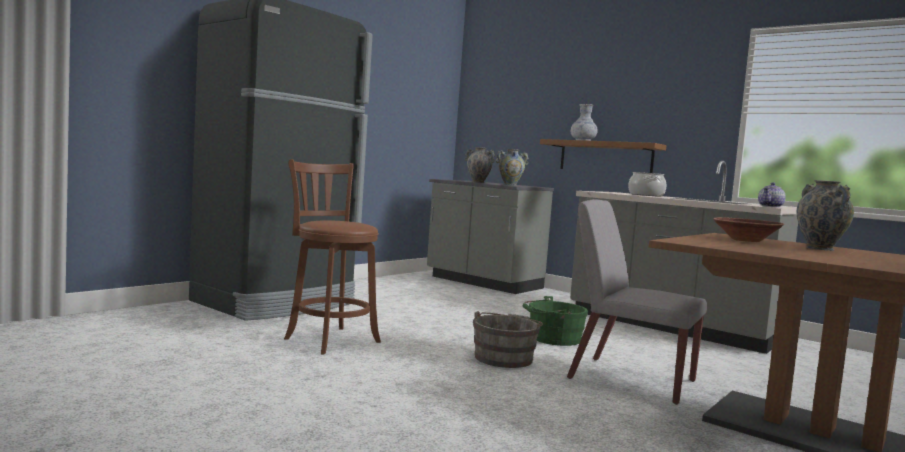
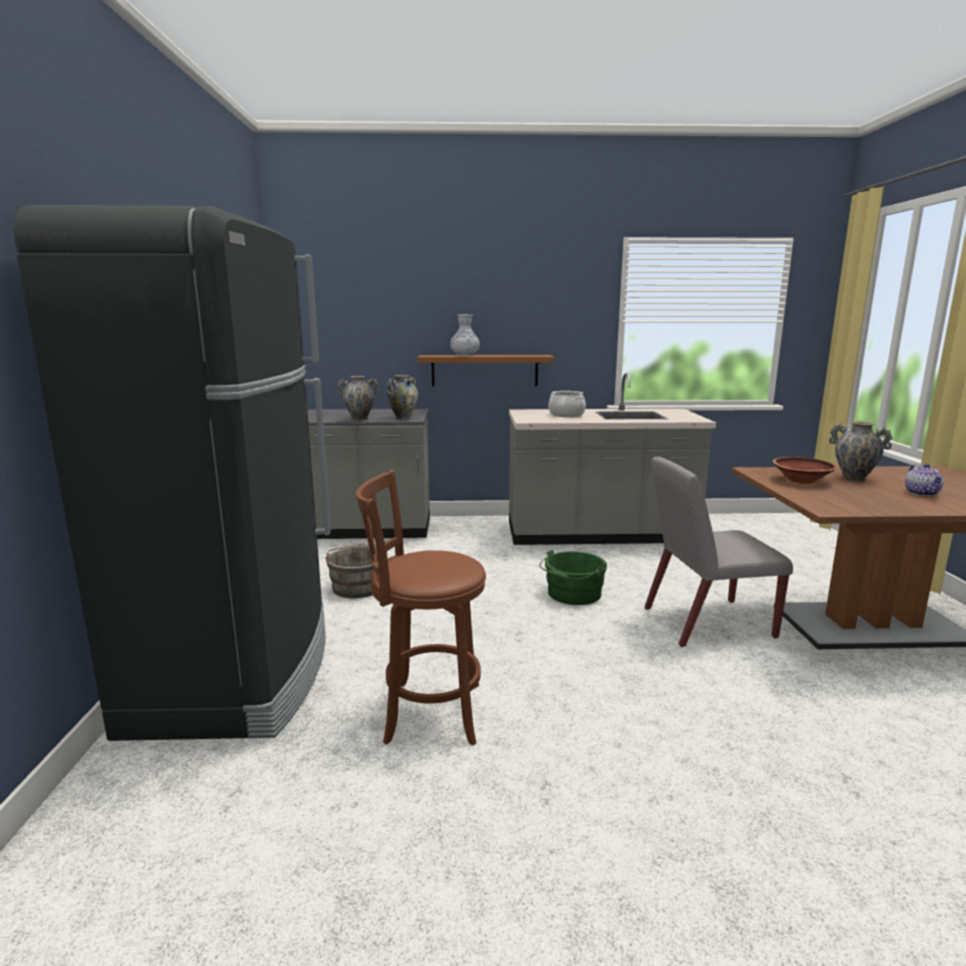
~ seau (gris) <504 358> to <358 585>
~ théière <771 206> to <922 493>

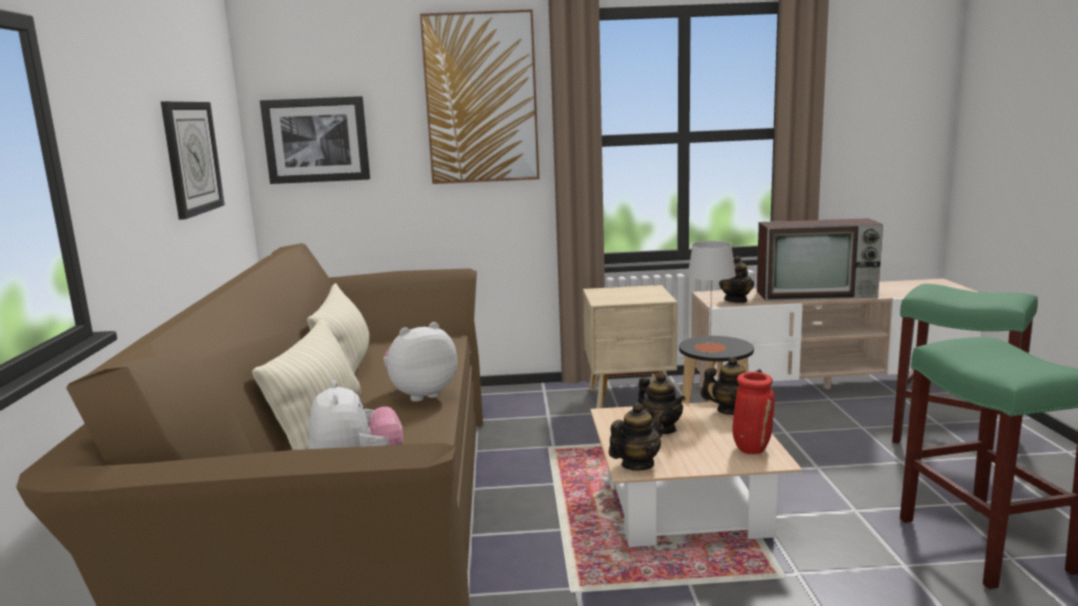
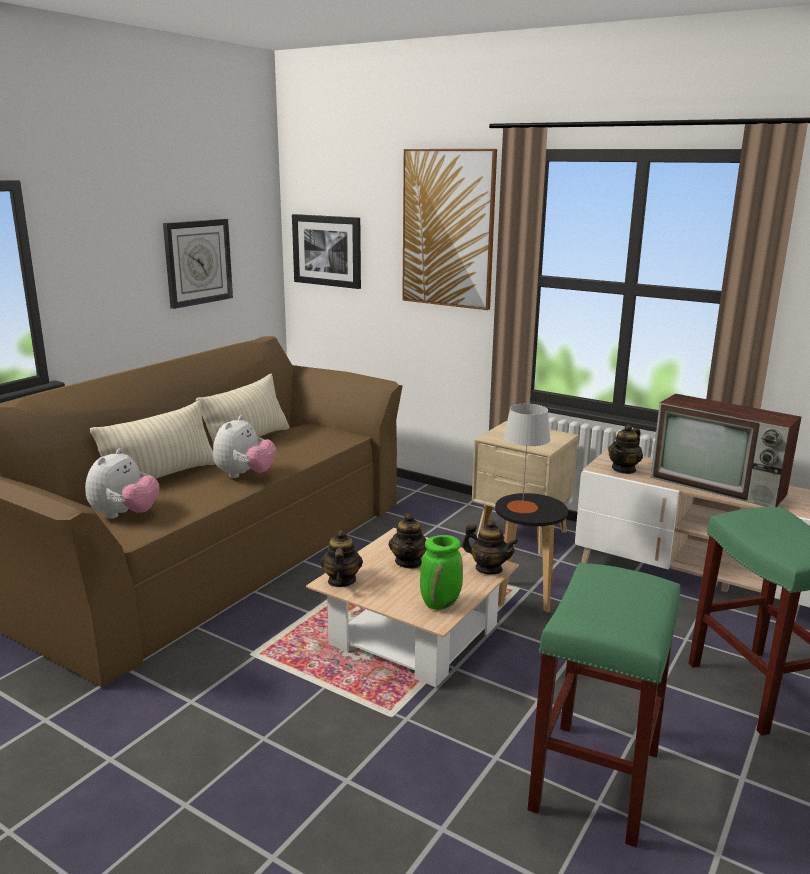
~ peluche <421 394> = <245 475> 105 degrees clockwise
~ théière <637 464> = <341 581> 90 degrees counterclockwise
~ vase (rouge) <751 448> to vase (vert) <440 603>

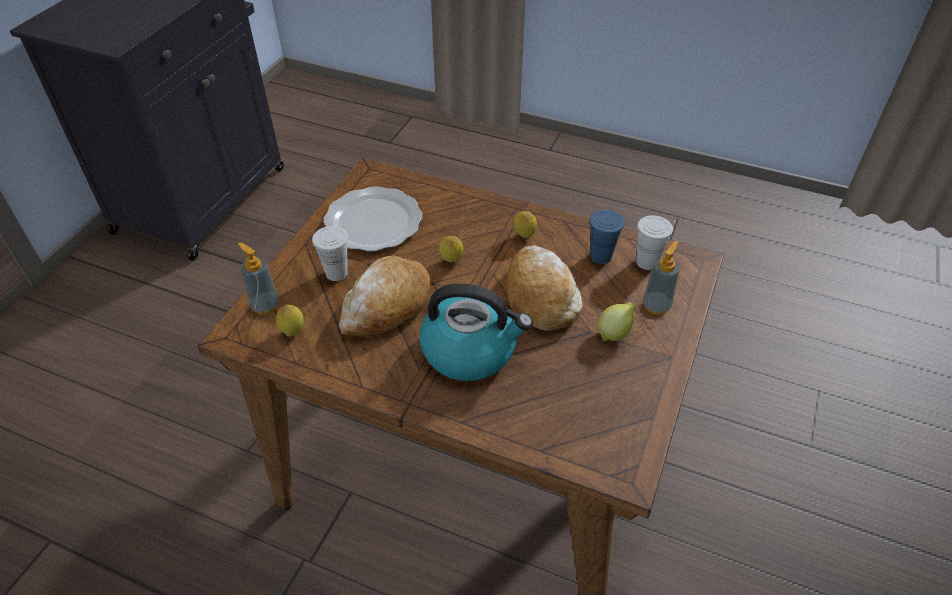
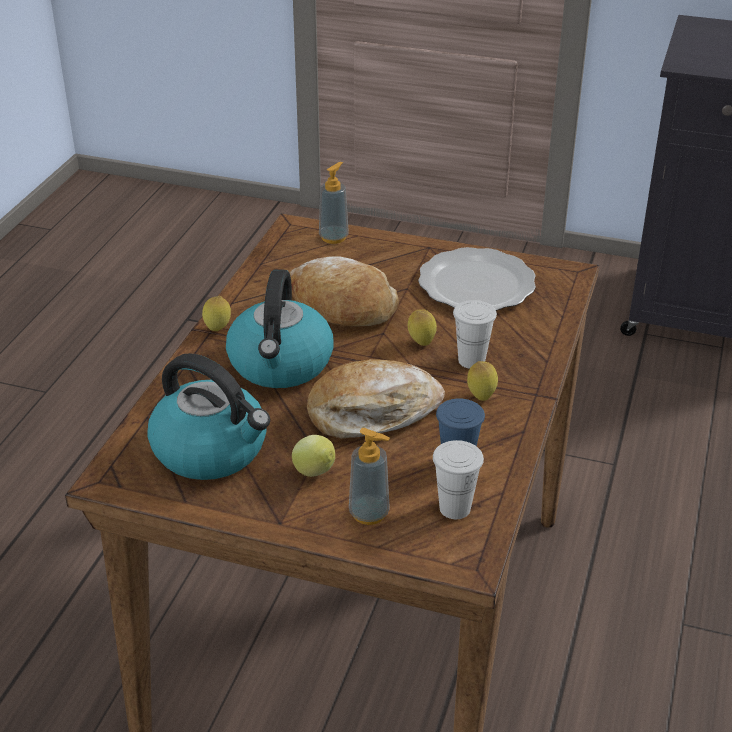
~ citron <293 332> to <218 330>
~ tasse (blanc) <336 273> to <471 360>
+ bouilloire <212 450>

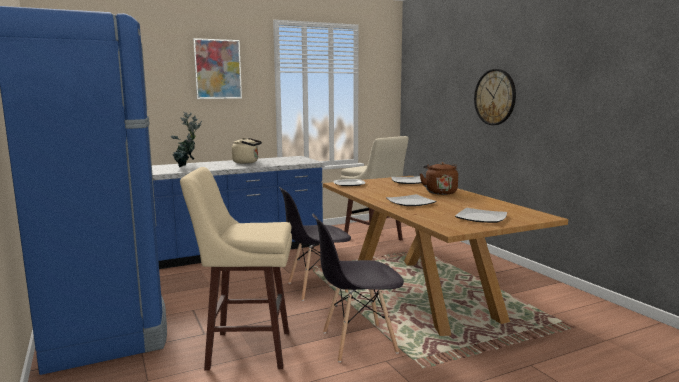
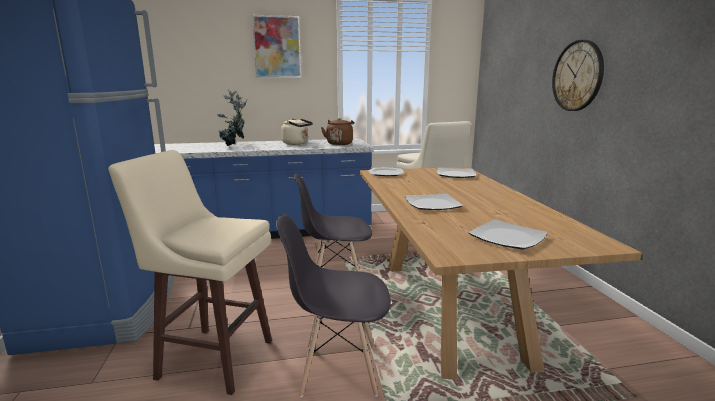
~ bouilloire (marron) <440 192> to <339 143>

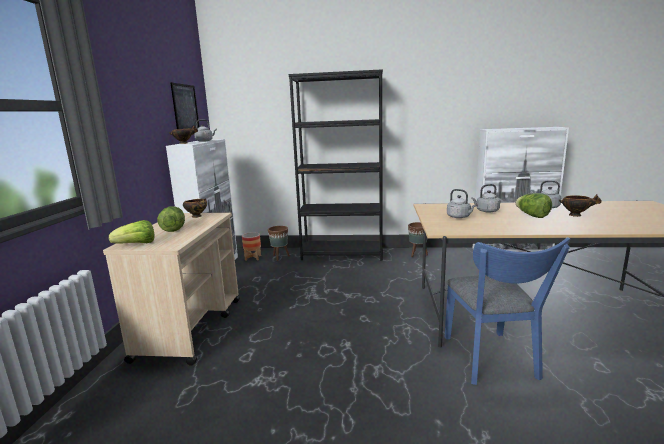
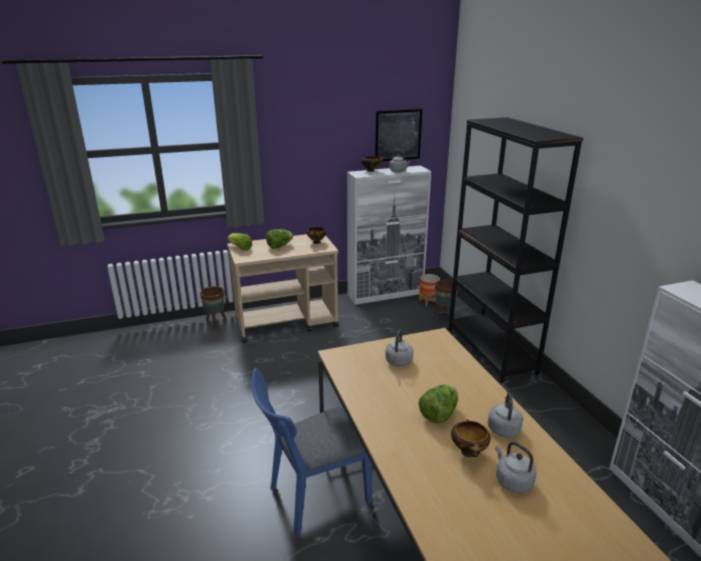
~ cache-pot (marron) <417 254> to <215 323>
~ bouilloire (gris) <486 211> to <512 481>

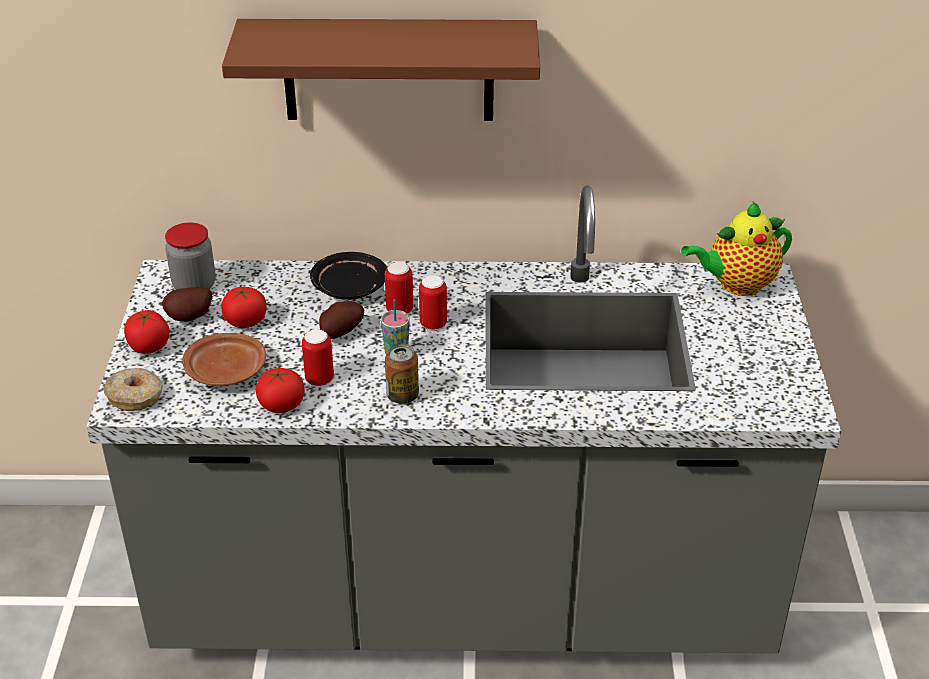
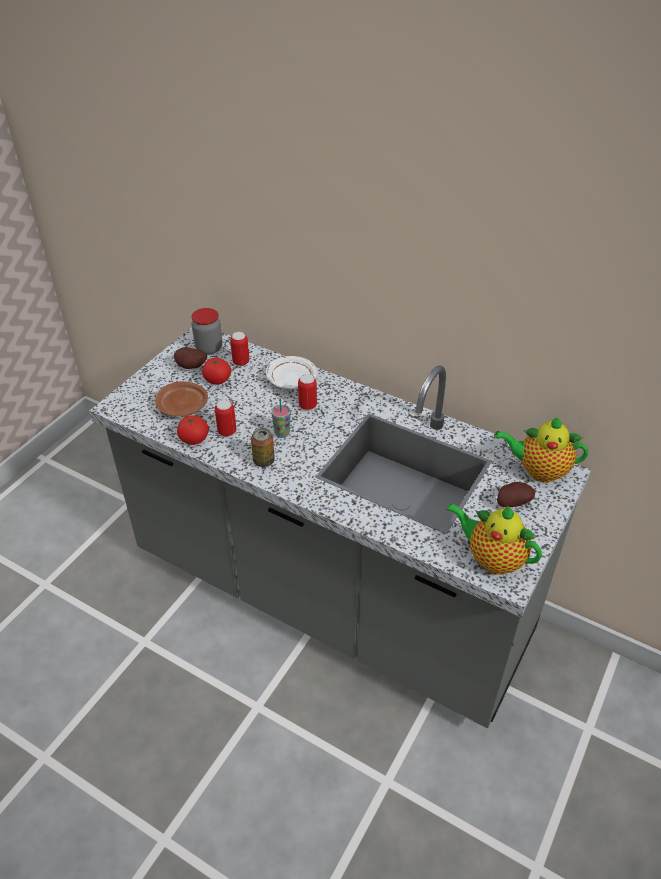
- beignet <135 396>
- tomate <149 346>
- étagère (marron) <388 70>
~ assiette (noir) <348 287> to assiette (blanc) <291 380>
~ pomme de terre <340 332> to <512 502>
~ boîte métallique <433 324> to <241 362>
+ théière <491 558>

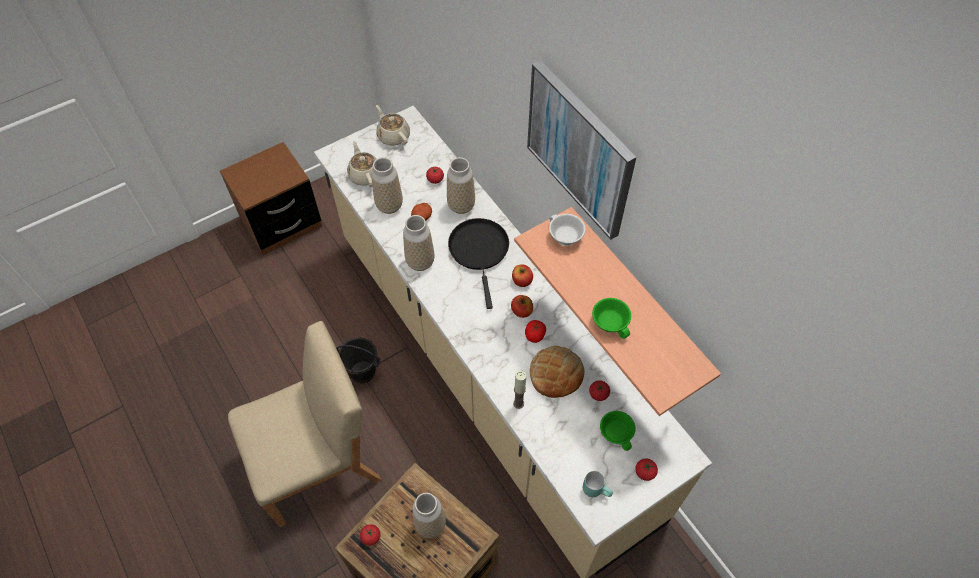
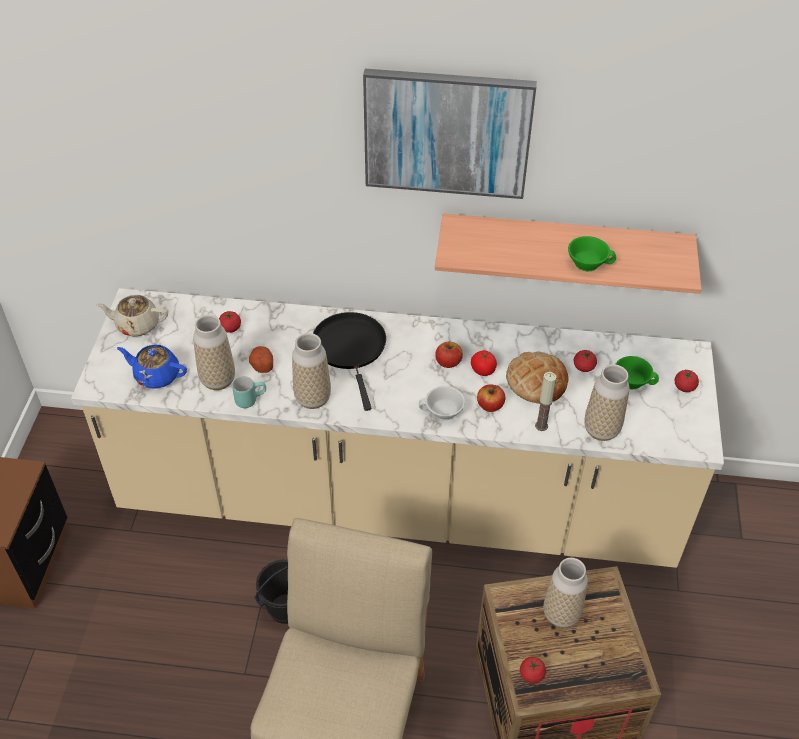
~ théière (beige) <365 175> to théière (bleu) <156 375>
~ vase <461 205> to <601 430>
~ poêle (noir) <479 251> = <351 349> 45 degrees clockwise
~ pomme <522 281> to <490 406>
~ tasse (blanc) <564 237> to <443 412>
~ mug (turquoise) <597 489> to <250 399>

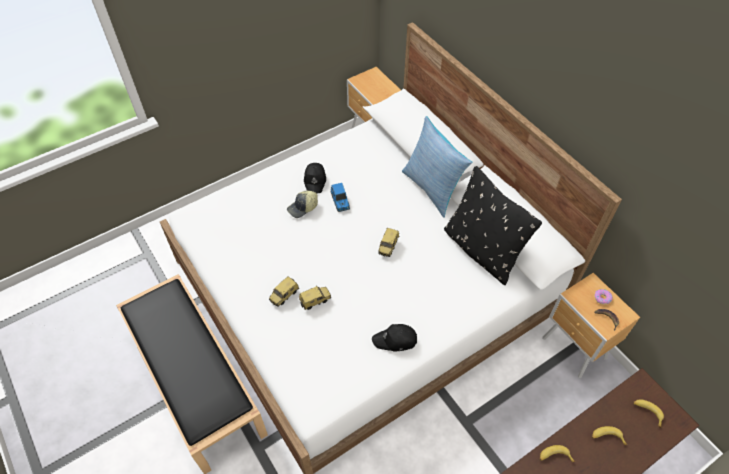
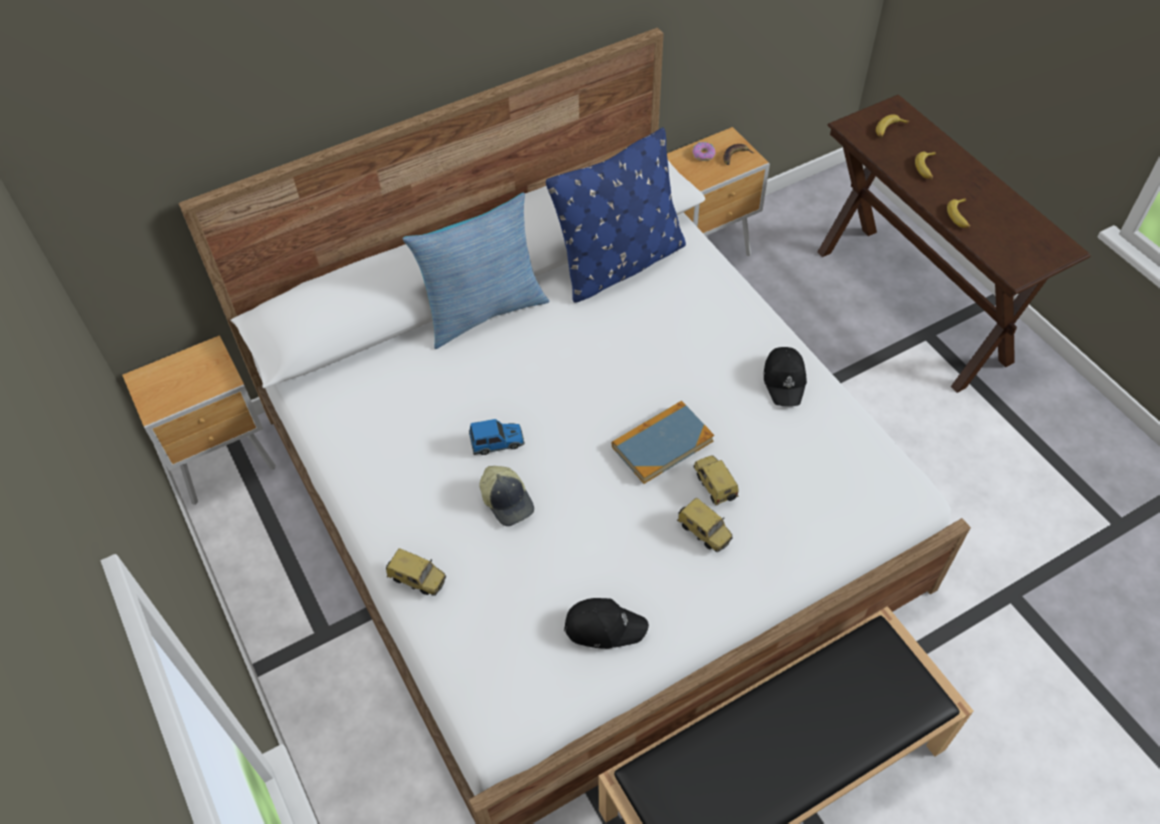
~ casquette (noir) <315 180> to <604 626>
~ petite voiture <388 247> to <418 579>
~ coussin (noir) <481 251> to coussin (bleu) <620 264>
+ livre <662 444>

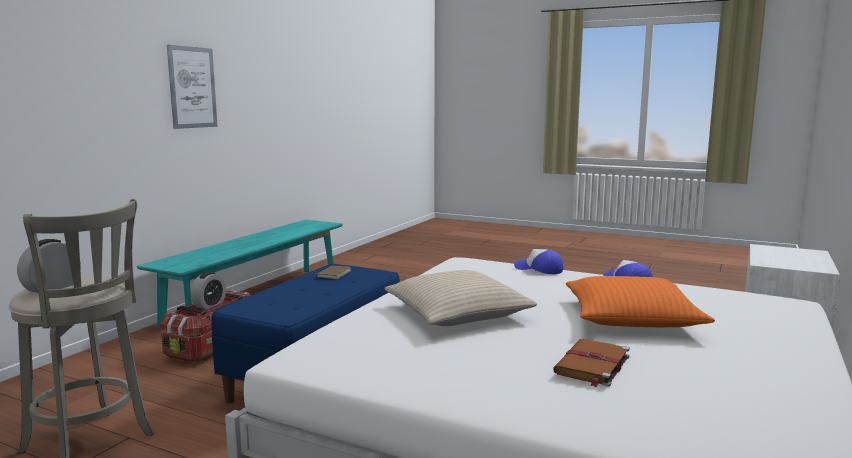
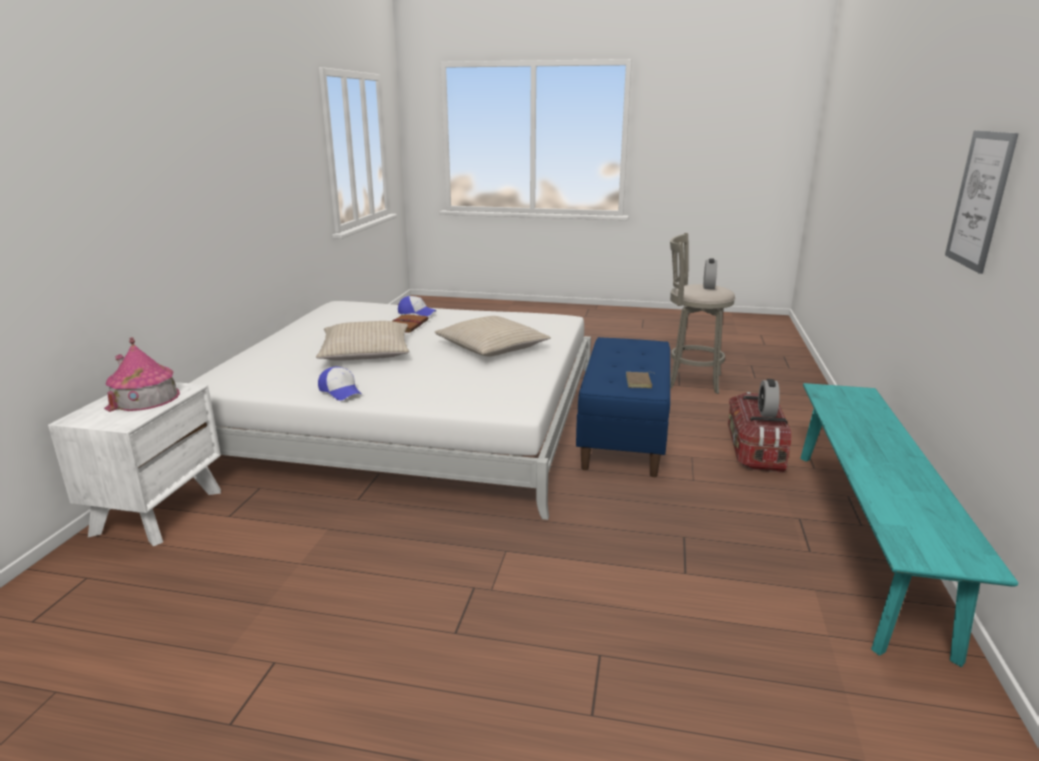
~ casquette <539 269> to <416 312>
~ coussin (orange) <631 318> to coussin (beige) <366 352>
+ maison miniature <144 398>

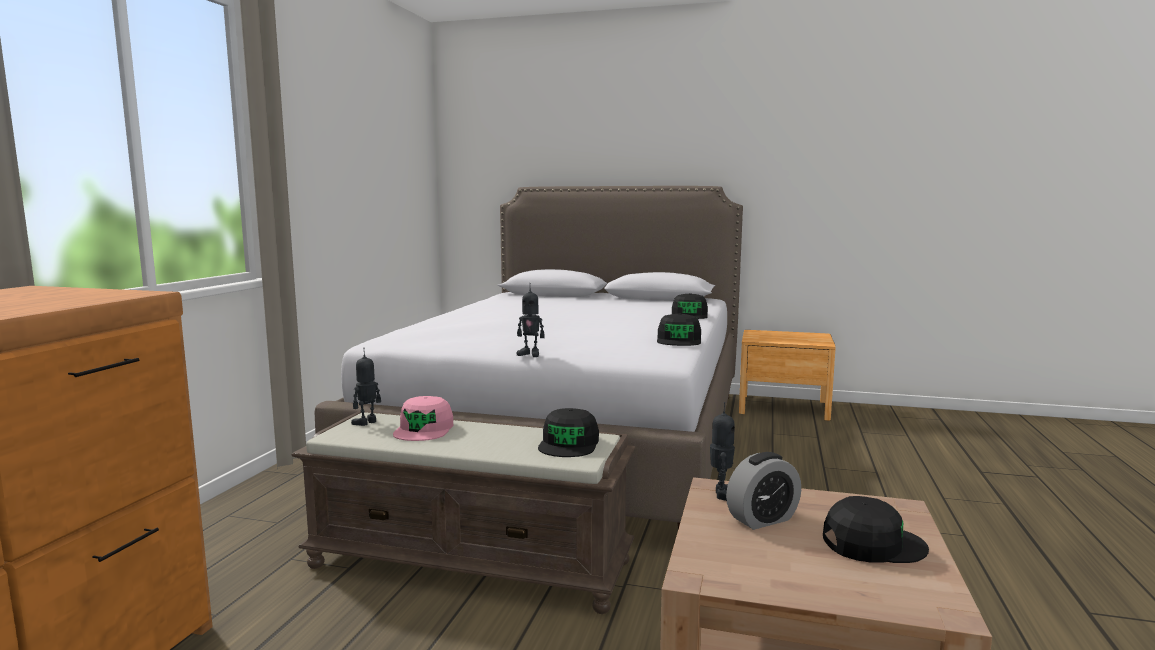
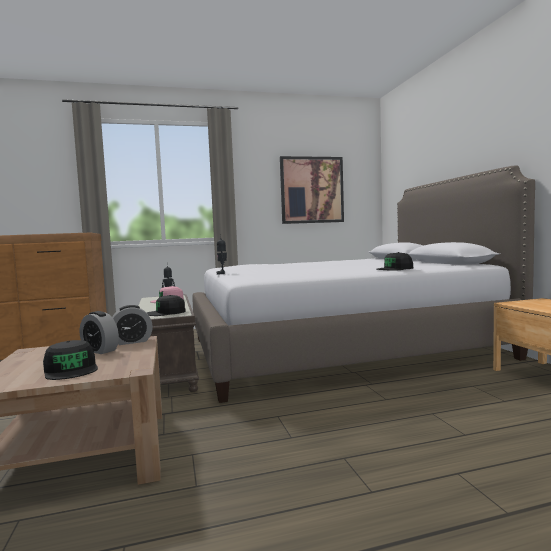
- casquette (noir) <679 340>
~ robot jouet <722 495> to réveil <132 342>
+ tableau <312 190>

